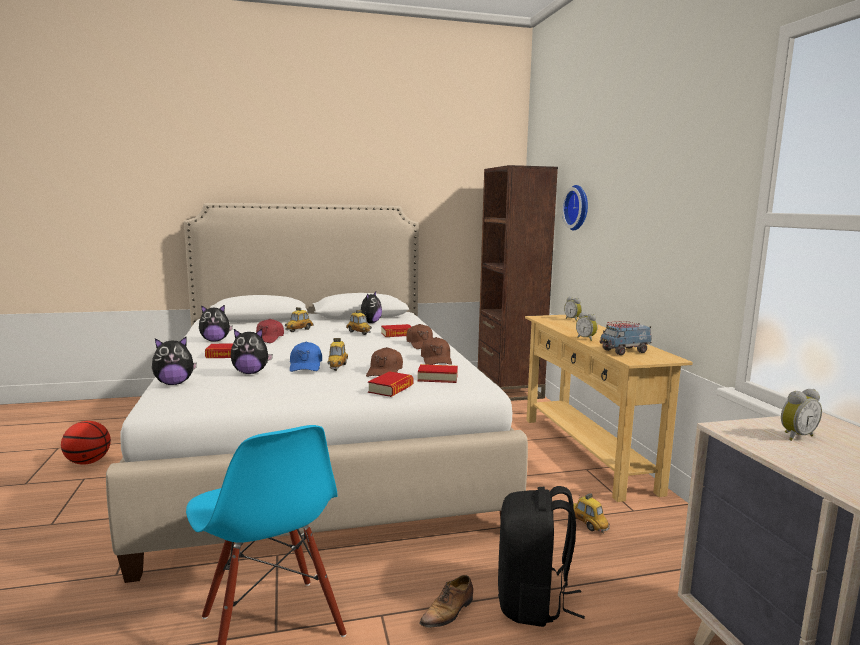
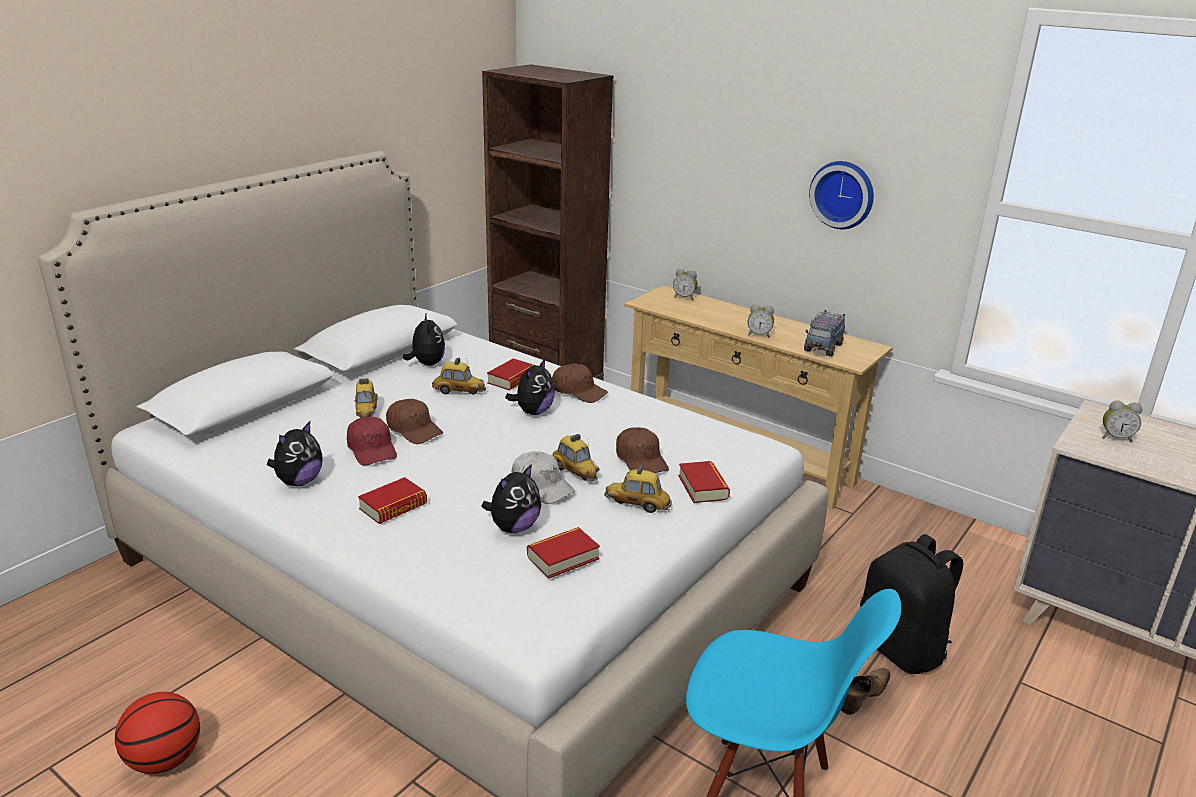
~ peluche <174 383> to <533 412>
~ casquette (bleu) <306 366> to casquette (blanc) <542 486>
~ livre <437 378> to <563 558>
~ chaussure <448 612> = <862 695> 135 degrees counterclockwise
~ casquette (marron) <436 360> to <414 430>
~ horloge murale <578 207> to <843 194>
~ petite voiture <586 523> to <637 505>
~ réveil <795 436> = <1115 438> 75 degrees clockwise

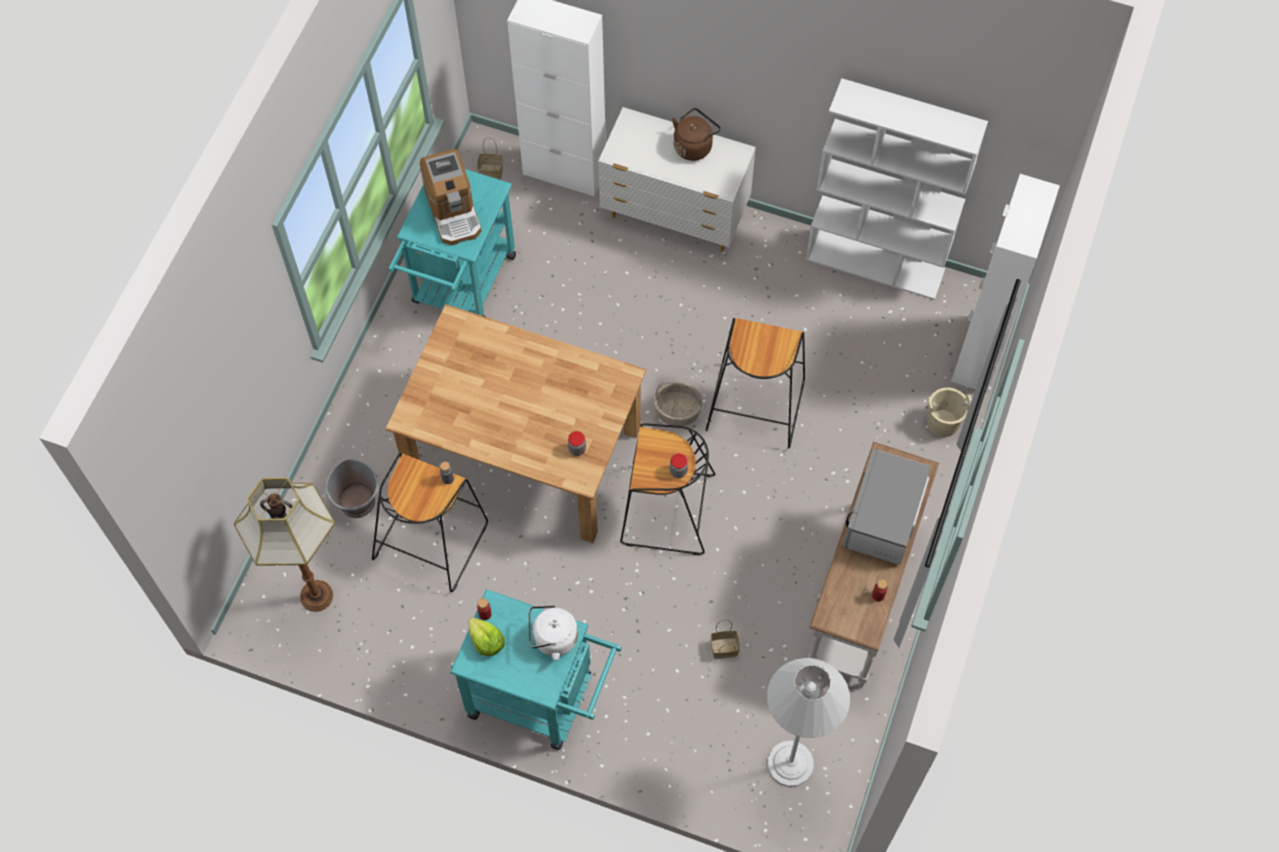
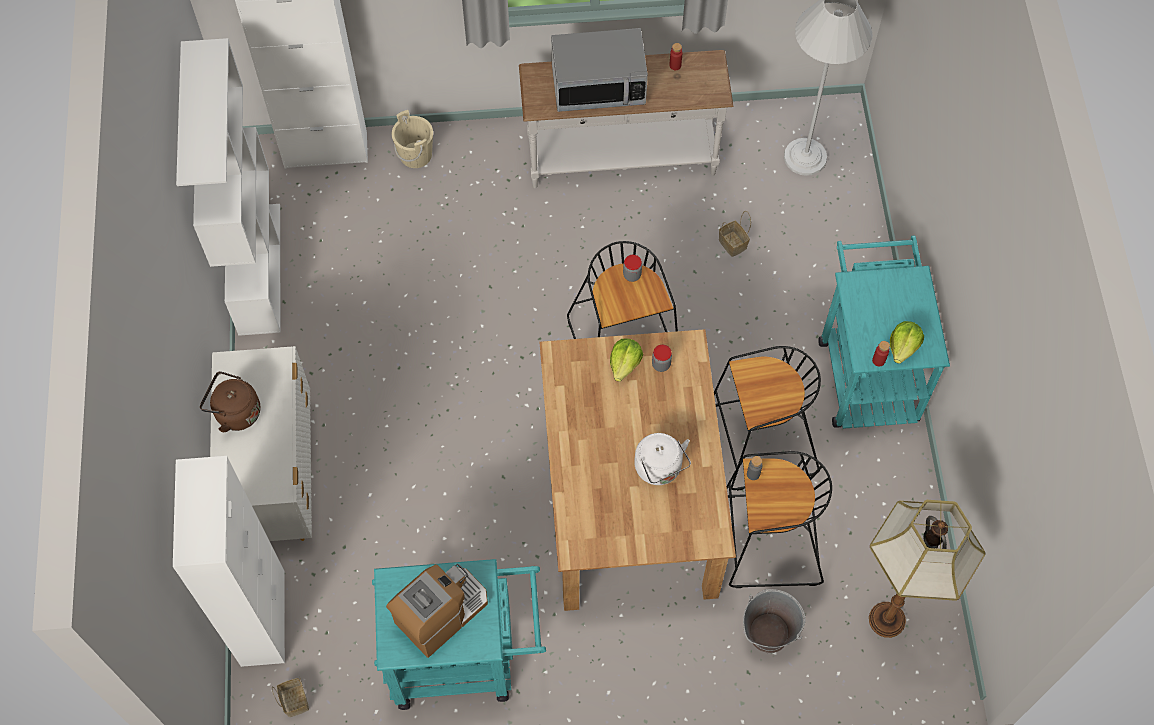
~ bouilloire (blanc) <552 639> to <660 469>
- panier <677 412>
~ tabouret (noir) <754 404> to <760 441>
+ laitue <625 364>

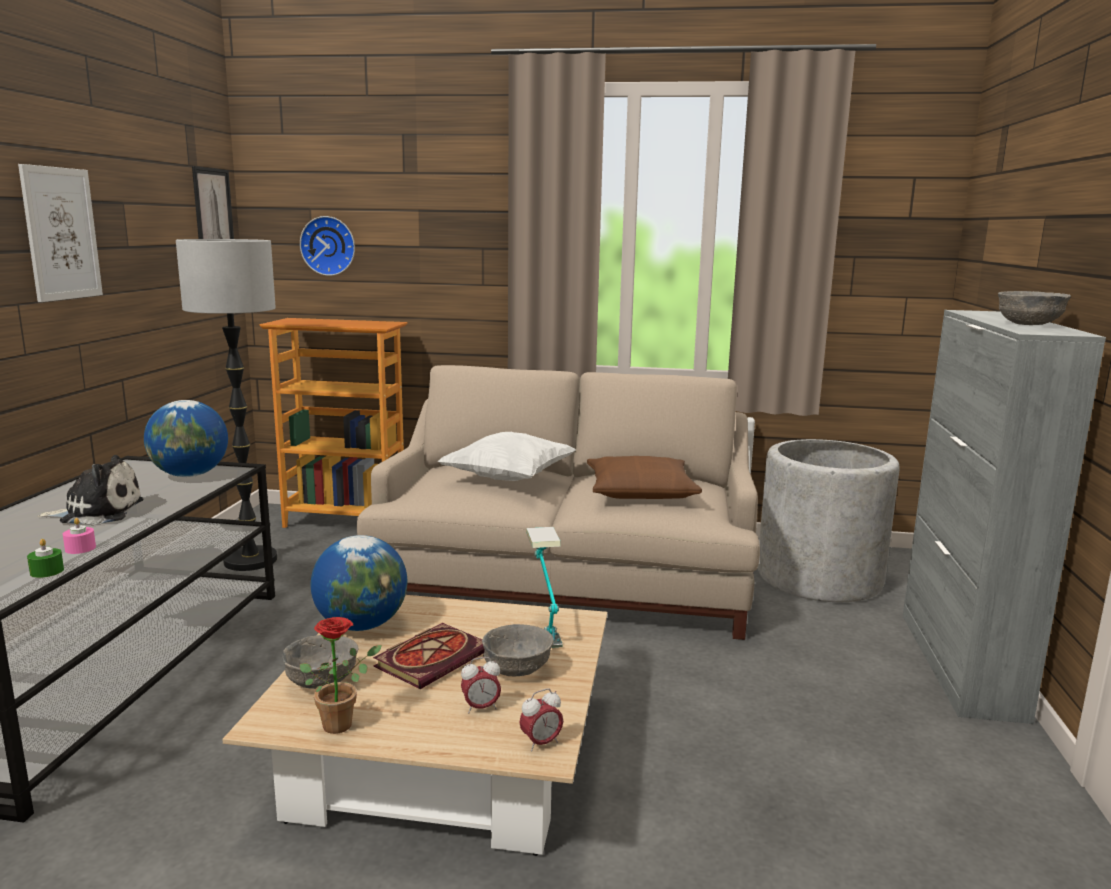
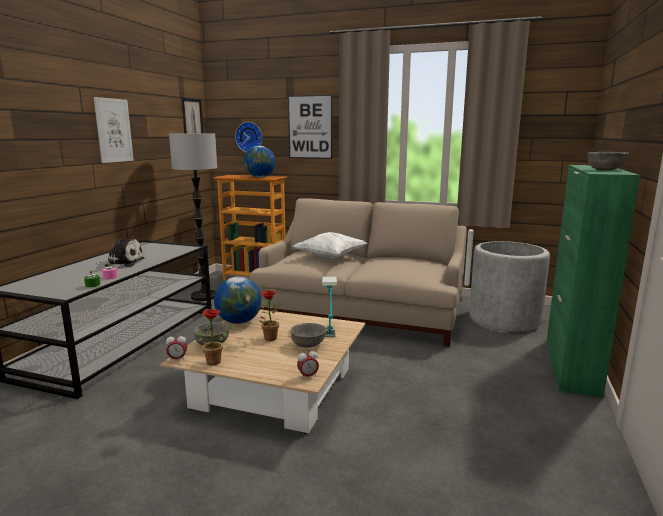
~ globe <190 475> to <260 177>
~ livre <433 657> to plante en pot <268 337>
~ réveil <481 708> to <177 359>
- coussin (marron) <640 490>
~ meuble de rangement (gris) <959 664> to meuble de rangement (vert) <571 365>
+ tableau <310 127>

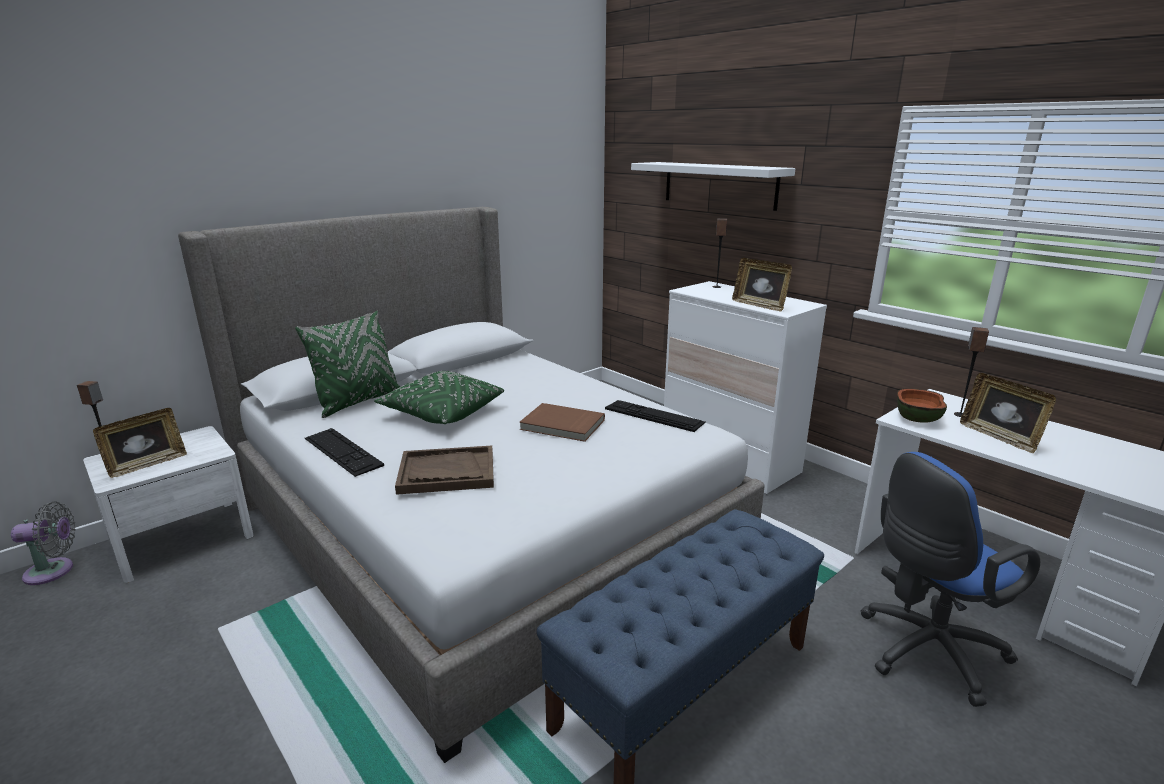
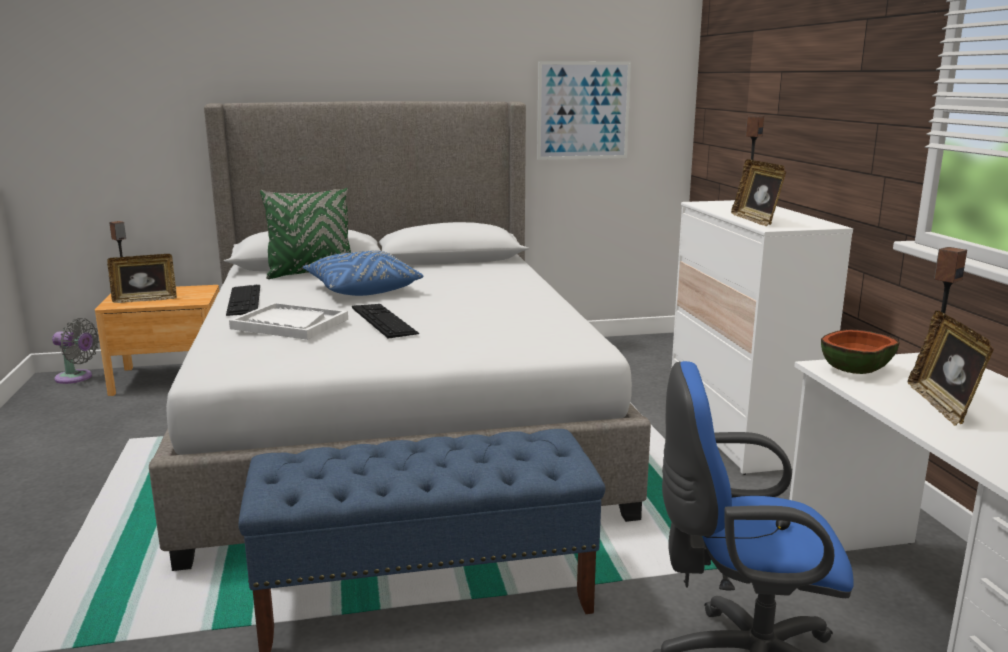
~ table de chevet (blanc) <182 538> to table de chevet (marron) <170 378>
~ coussin (vert) <442 412> to coussin (bleu) <362 290>
~ plateau (marron) <446 472> to plateau (blanc) <289 324>
- livre (marron) <562 425>
~ clavier <654 415> to <383 320>
- étagère (blanc) <719 185>
+ tableau <583 110>

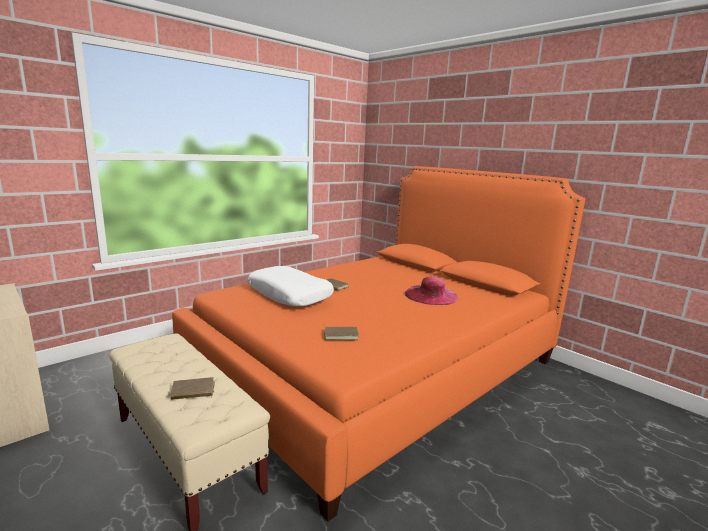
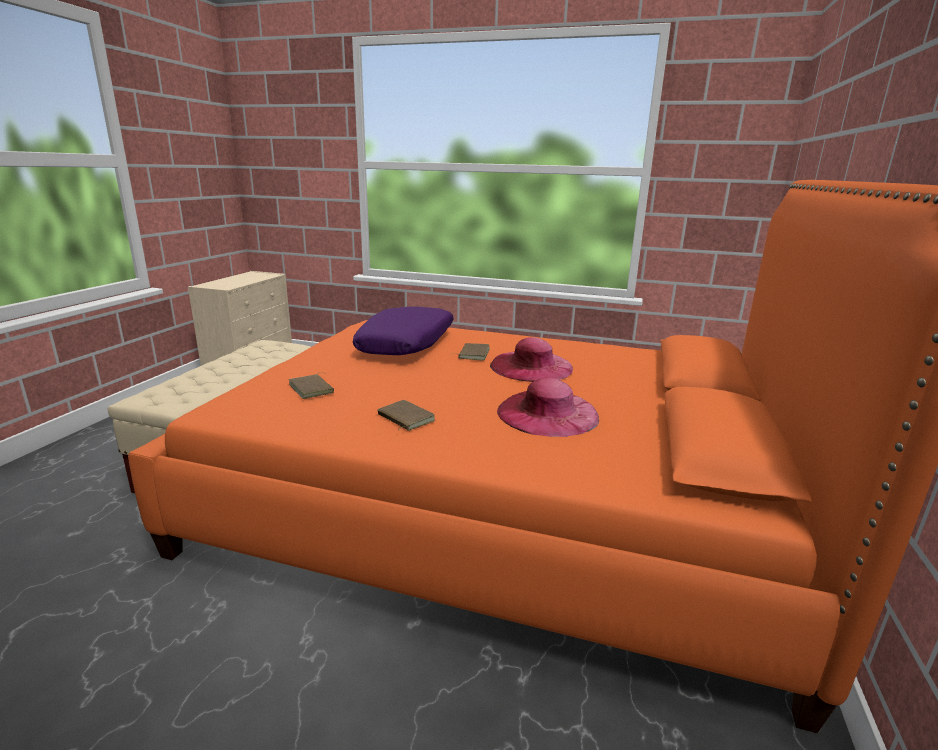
~ livre (marron) <193 392> to <404 418>
~ coussin (blanc) <290 295> to coussin (violet) <407 343>
+ chapeau (rose) <531 366>

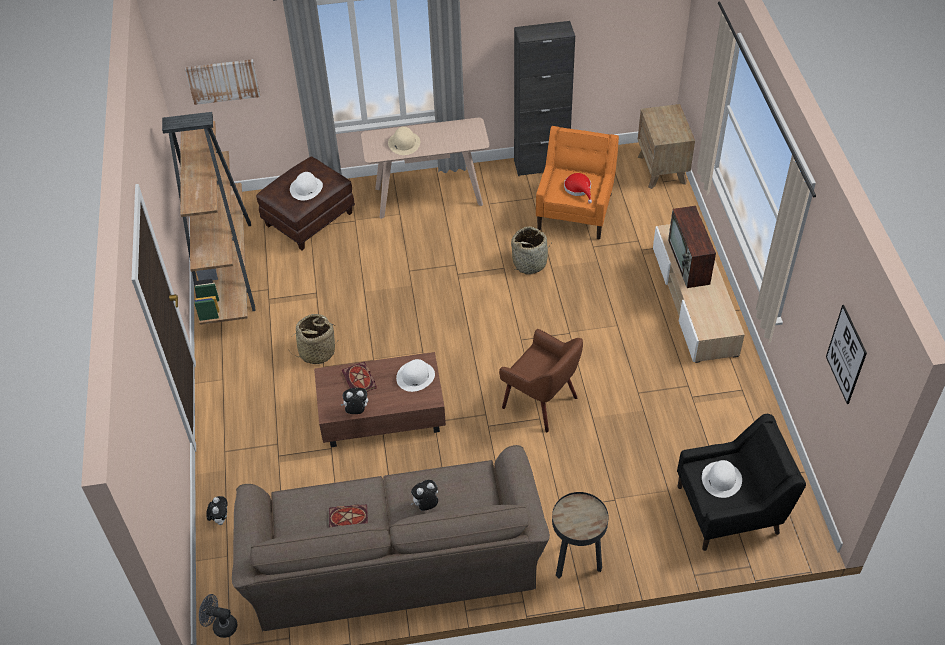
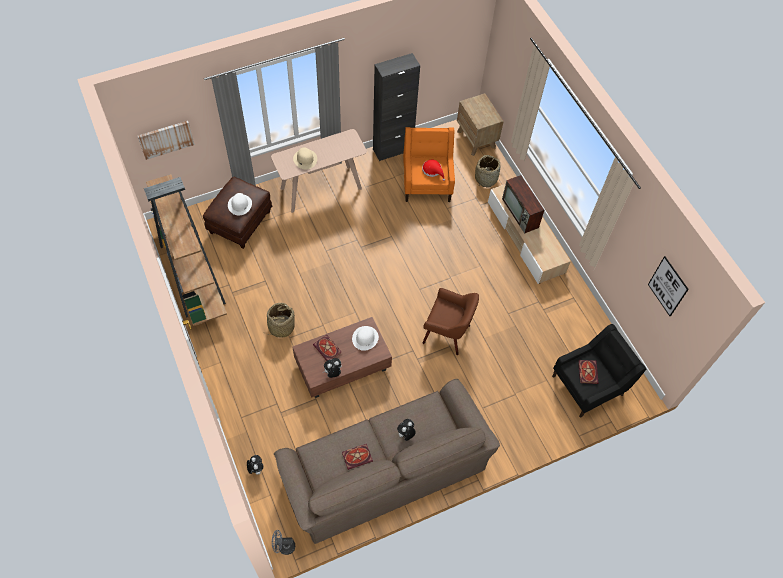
~ panier <530 262> to <486 178>
- table d'appoint (noir) <576 562>
~ chapeau (blanc) <721 479> to livre <587 371>

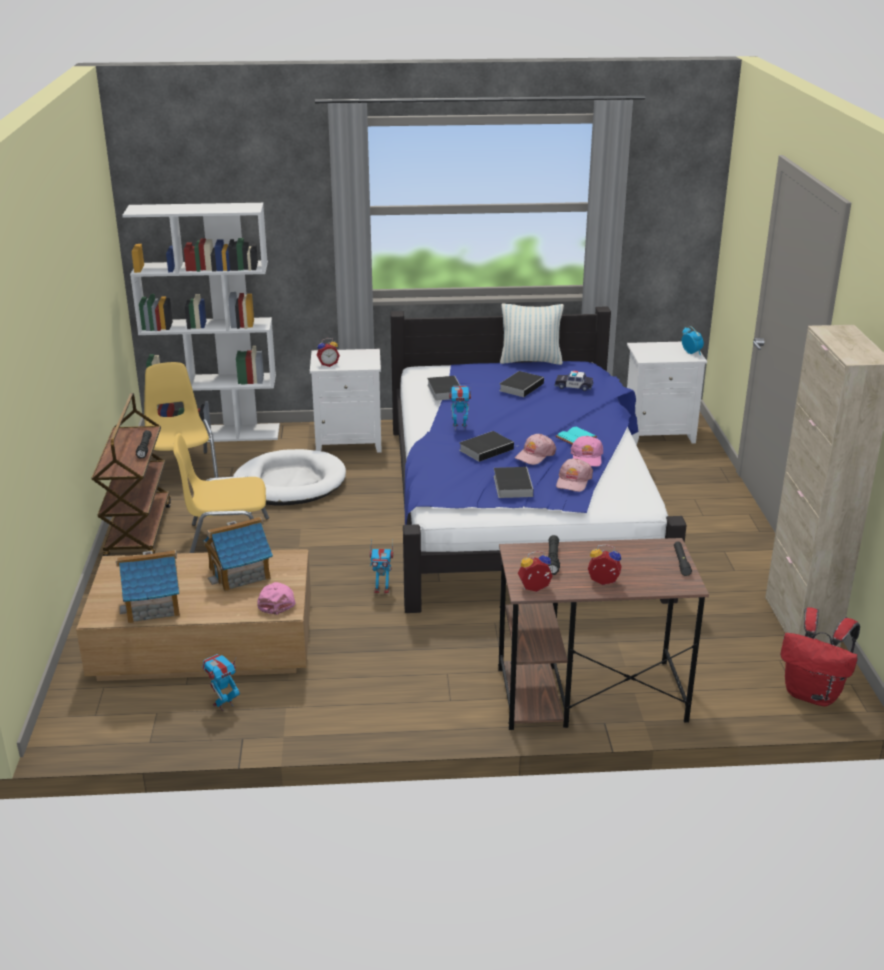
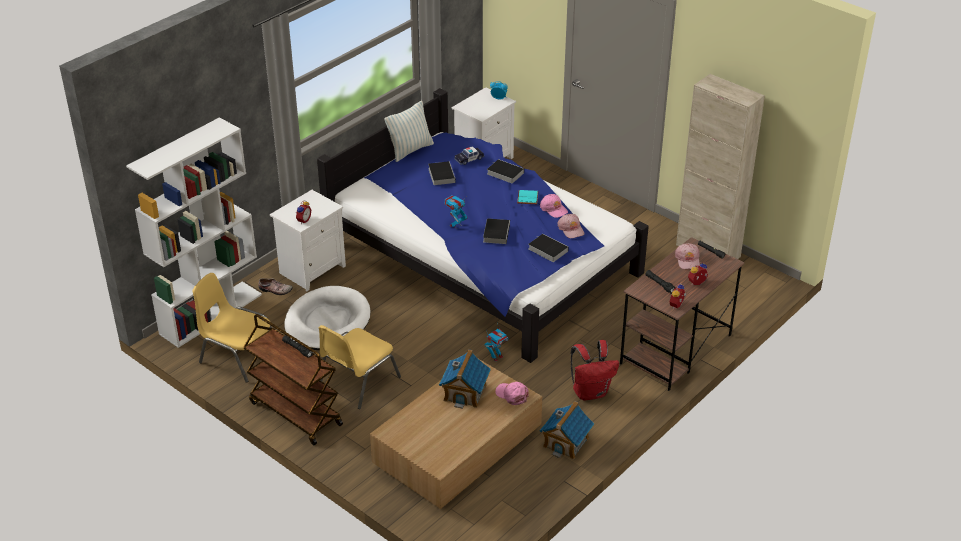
~ maison miniature <153 606> to <566 442>
- robot jouet <223 704>
~ livre <444 390> to <504 173>
~ casquette (rose) <535 455> to <688 260>
~ sac à dos (rouge) <813 694> to <591 392>
+ chaussure <275 290>

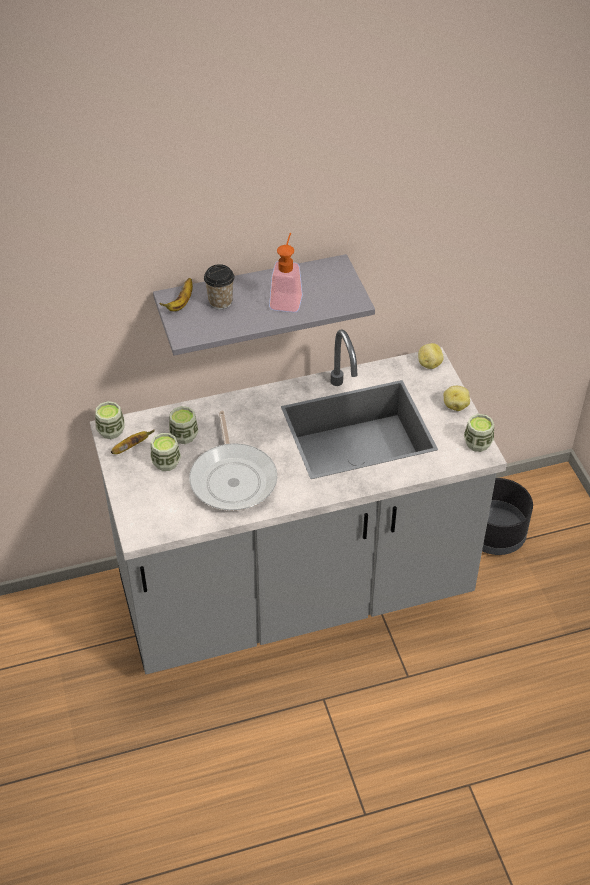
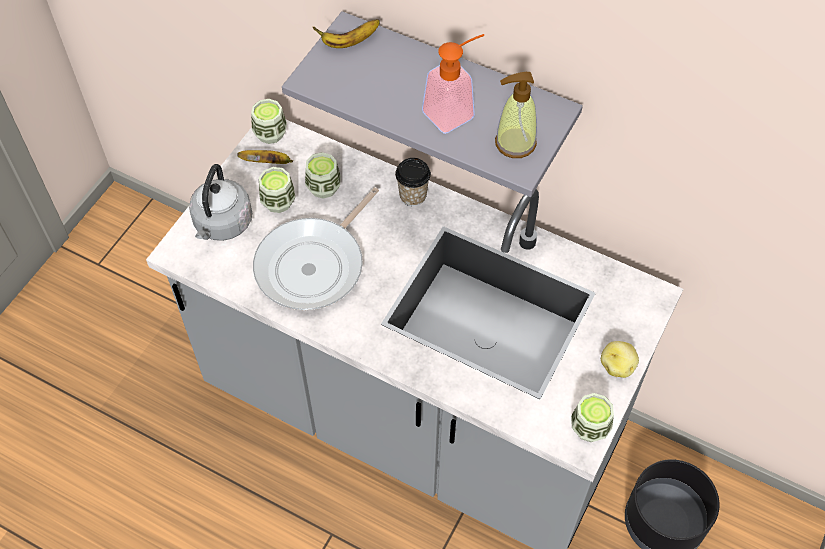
~ tasse <220 302> to <413 196>
- pomme de terre <429 364>
+ bouilloire (gris) <222 225>
+ distributeur de savon <515 143>

